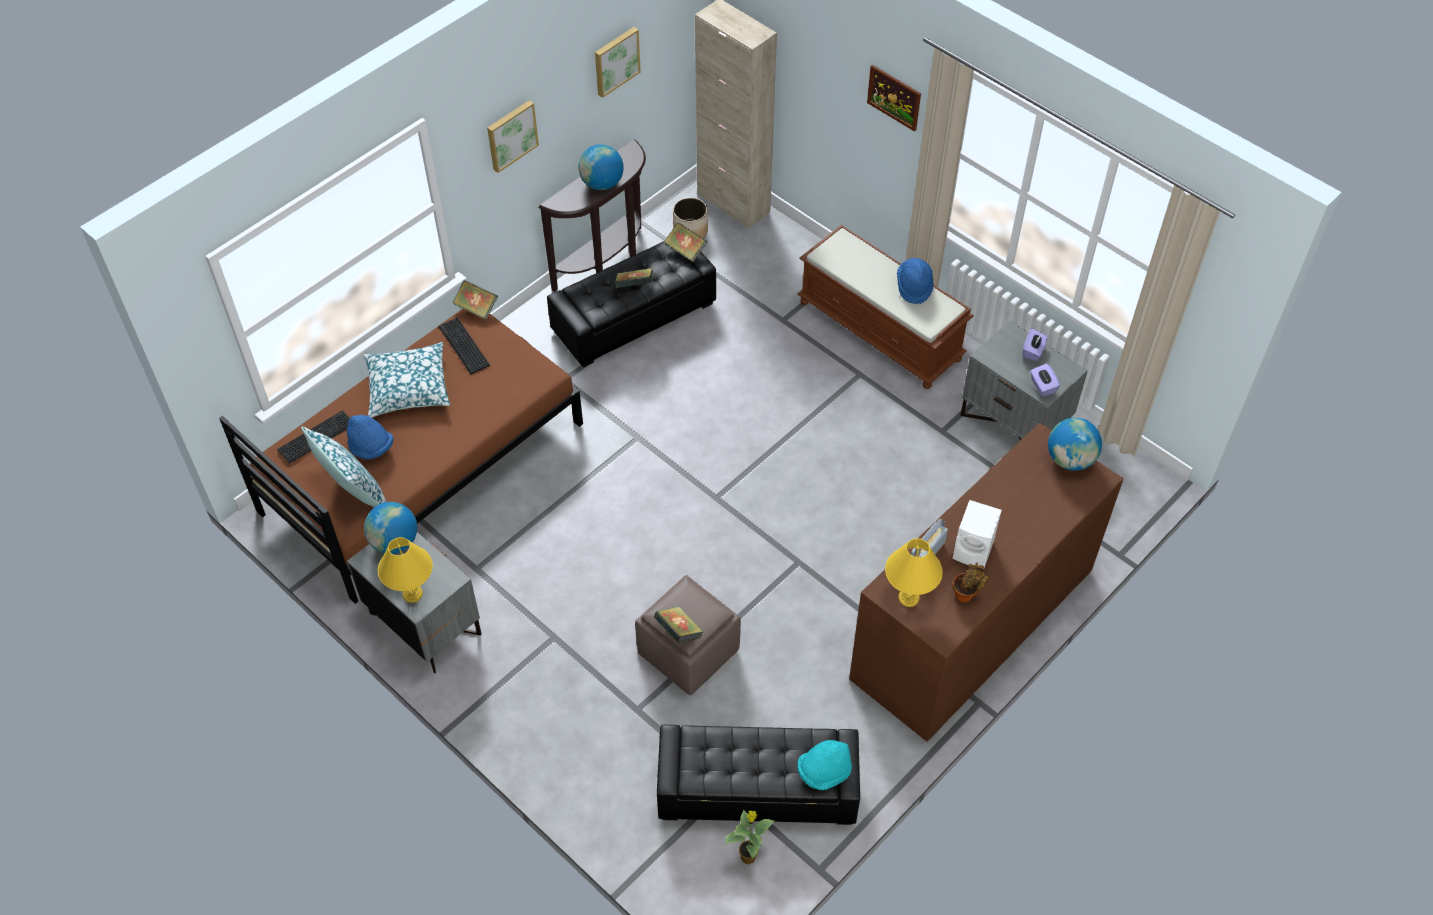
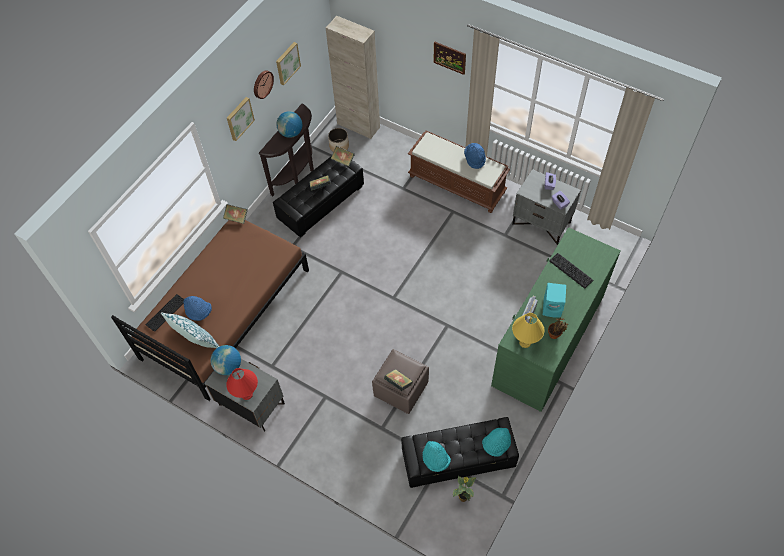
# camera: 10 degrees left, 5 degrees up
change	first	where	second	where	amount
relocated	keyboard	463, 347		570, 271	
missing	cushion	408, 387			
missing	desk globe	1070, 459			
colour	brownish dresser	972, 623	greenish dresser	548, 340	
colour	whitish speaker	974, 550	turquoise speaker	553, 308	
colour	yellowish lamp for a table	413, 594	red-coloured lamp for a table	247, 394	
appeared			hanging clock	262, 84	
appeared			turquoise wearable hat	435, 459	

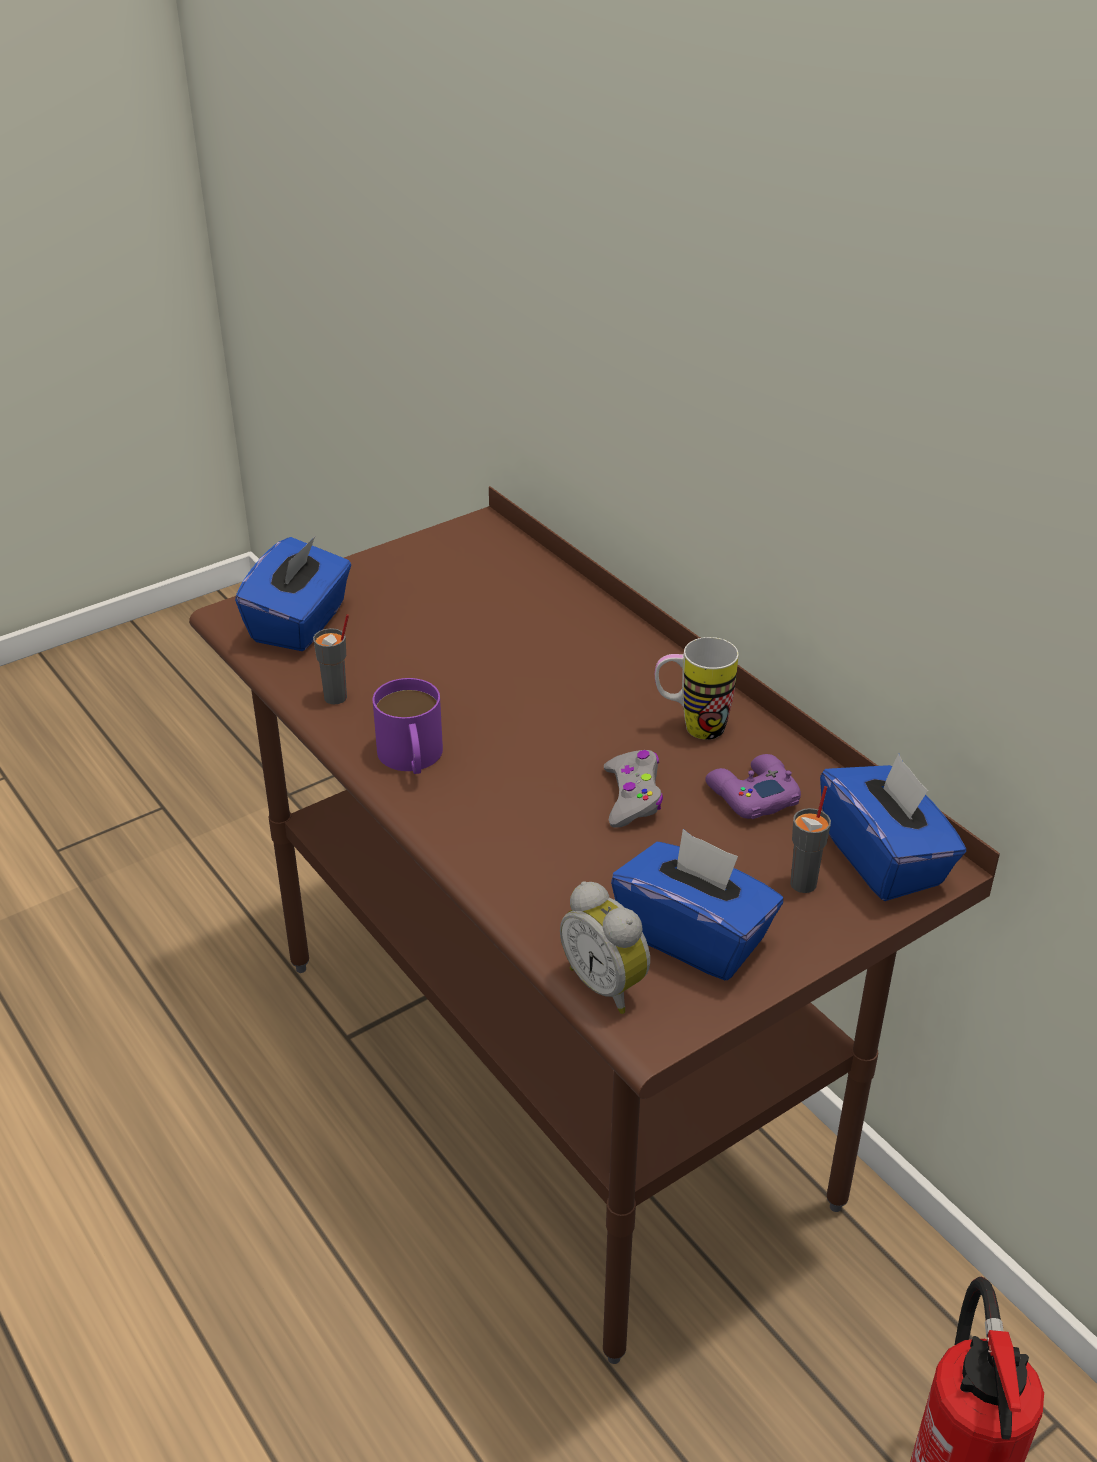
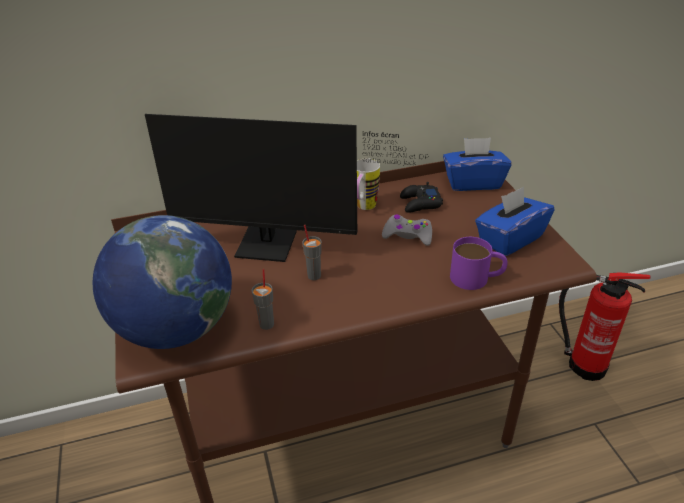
# camera: 70 degrees left, 0 degrees up
change	first	where	second	where	amount
exchanged	bluish tissue box	300, 623	desk globe	176, 328	
relocated	purple-coloured tea mug	411, 759		477, 278	
colour	purple-coloured gamepad	751, 795	black-coloured gamepad	420, 203	
relocated	greyish small cup	804, 883		314, 275	
missing	bedside clock	607, 984			
appeared			computer screen	275, 246	

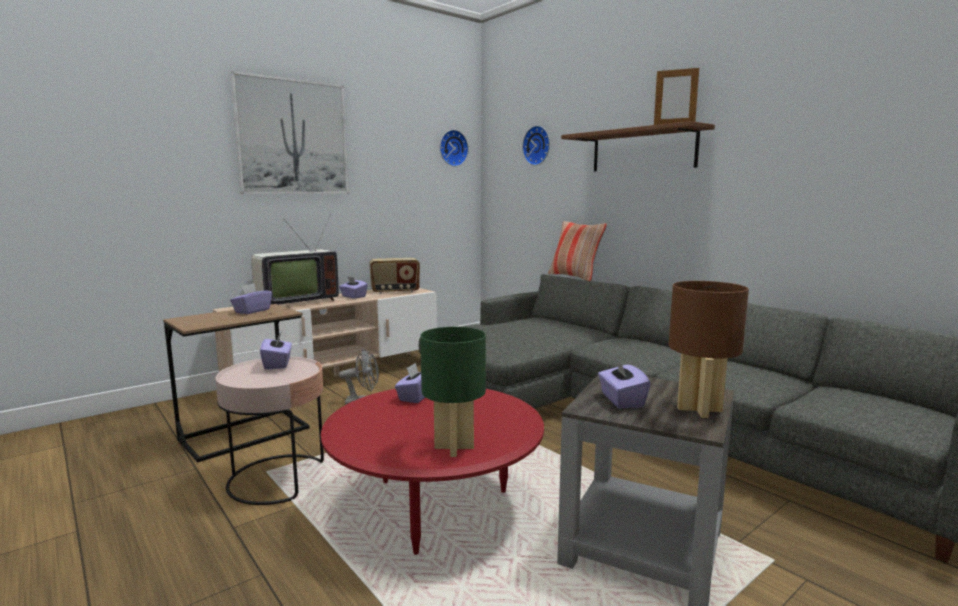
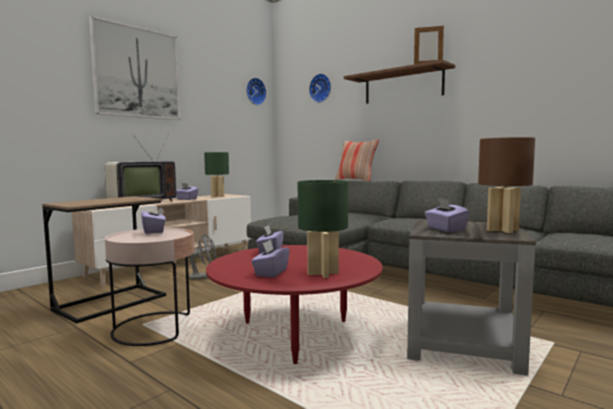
# camera: 10 degrees left, 5 degrees down
change	first	where	second	where	amount
exchanged	radio	395, 291	greenish lamp for a table	217, 196	
relocated	purple-coloured tissue box	252, 311		271, 272	

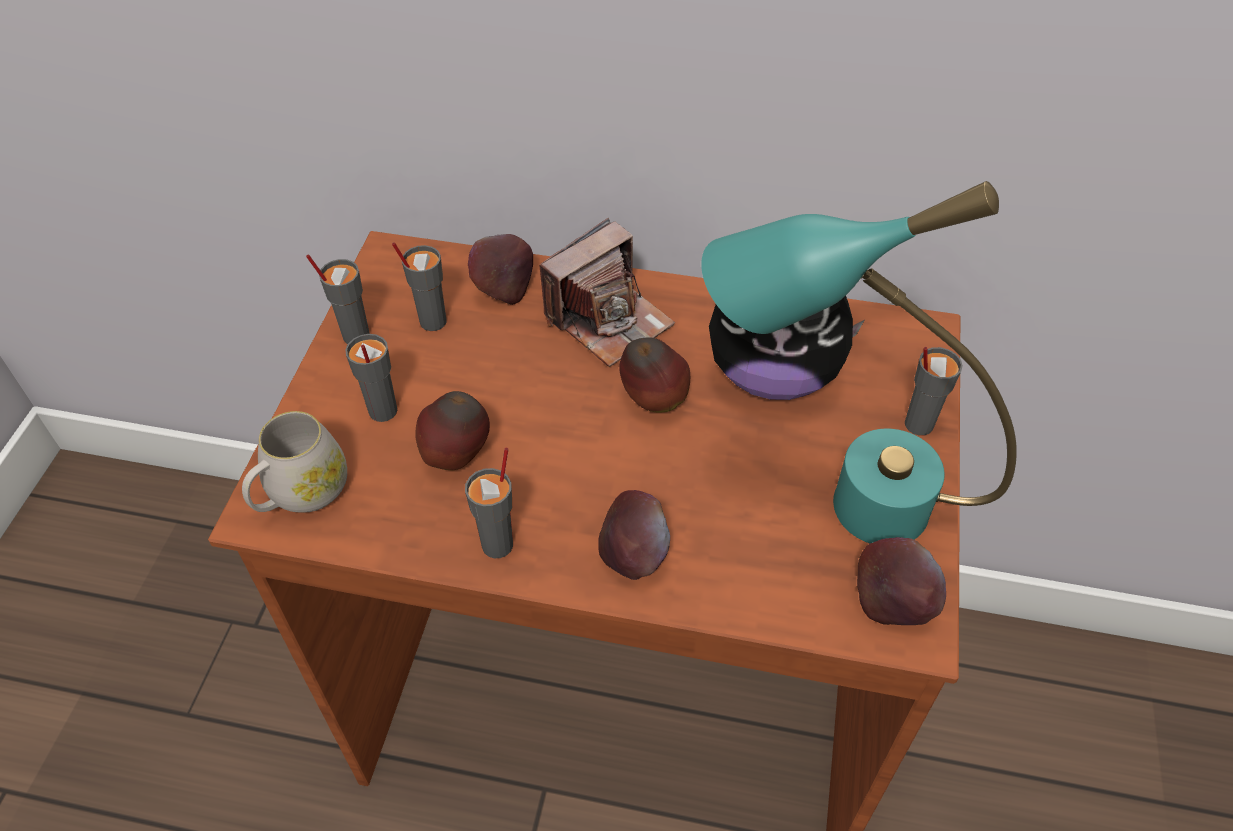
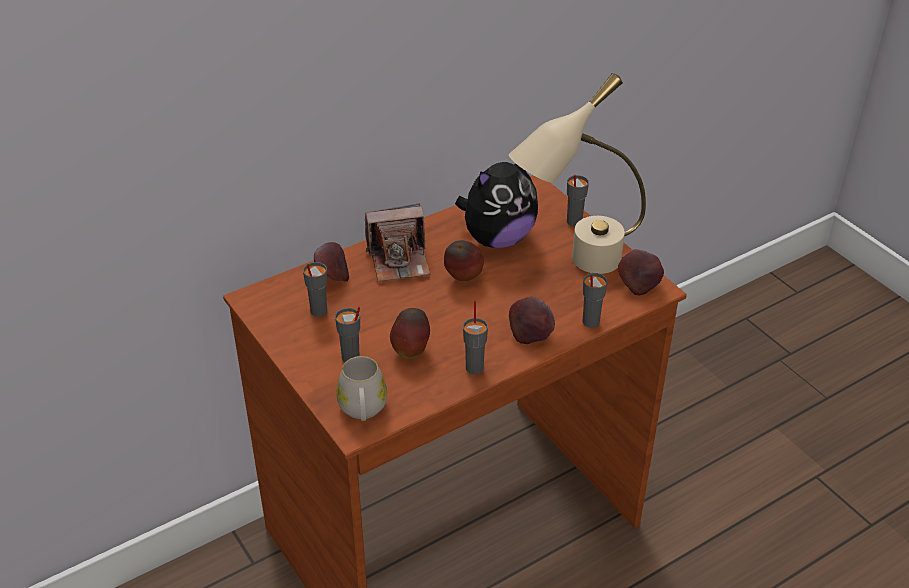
# camera: 45 degrees left, 10 degrees down
change	first	where	second	where	amount
colour	turquoise lamp for a table	833, 496	beige lamp for a table	576, 266	
spun	photo camera	608, 320		399, 260	75 degrees clockwise
relocated	greyish small cup	355, 335		590, 322	

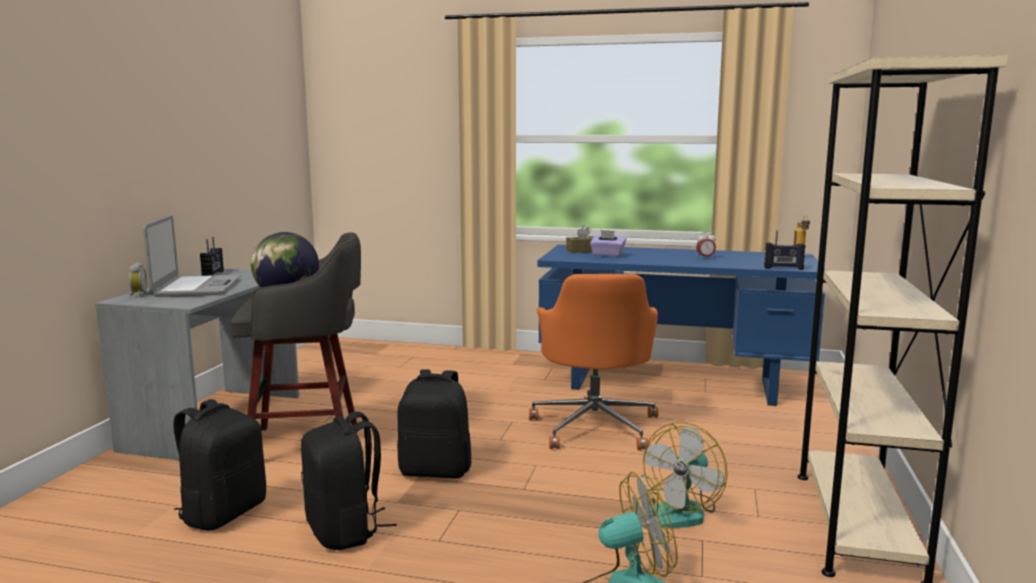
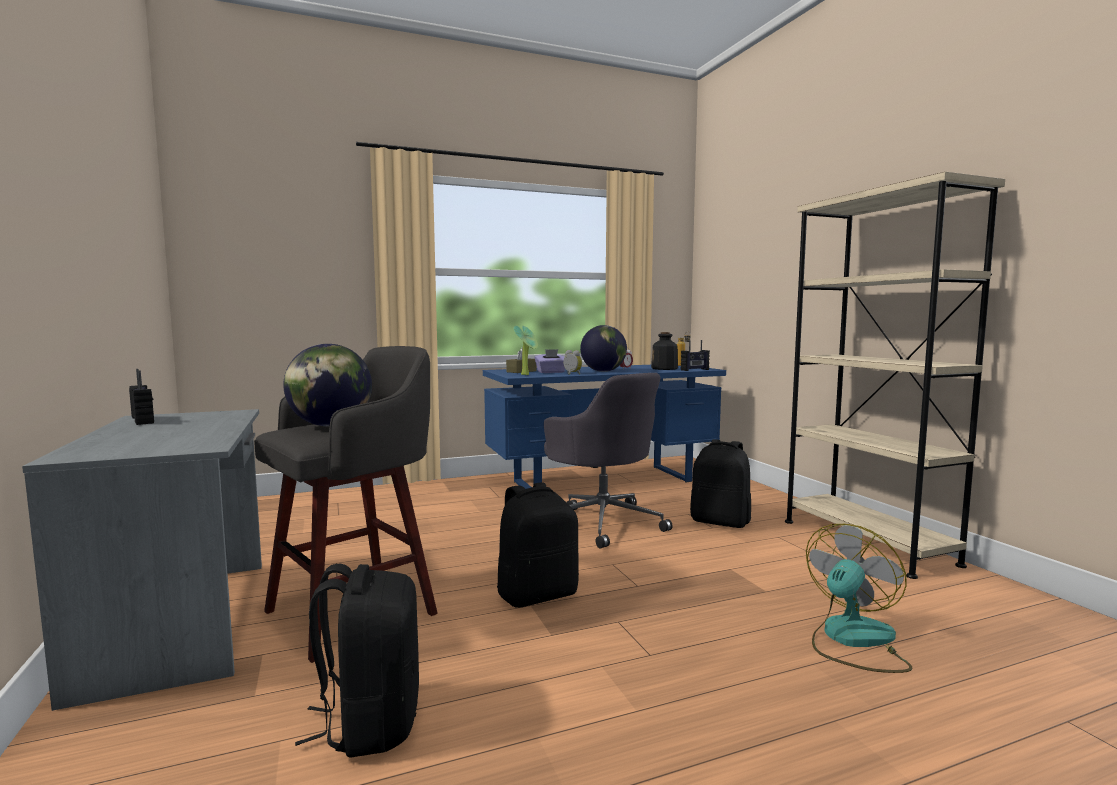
# camera: 35 degrees left, 5 degrees down
change	first	where	second	where	amount
missing	laptop	196, 287			
relocated	bedside clock	137, 295		571, 374	
colour	orange-coloured office chair	595, 426	greyish office chair	602, 522	
relocated	black-coloured rucksack	345, 531		720, 521	
missing	electric fan	680, 511			
appeared			desk globe	603, 371	
appeared			houseplant	527, 374	
appeared			beverage bottle	664, 368	

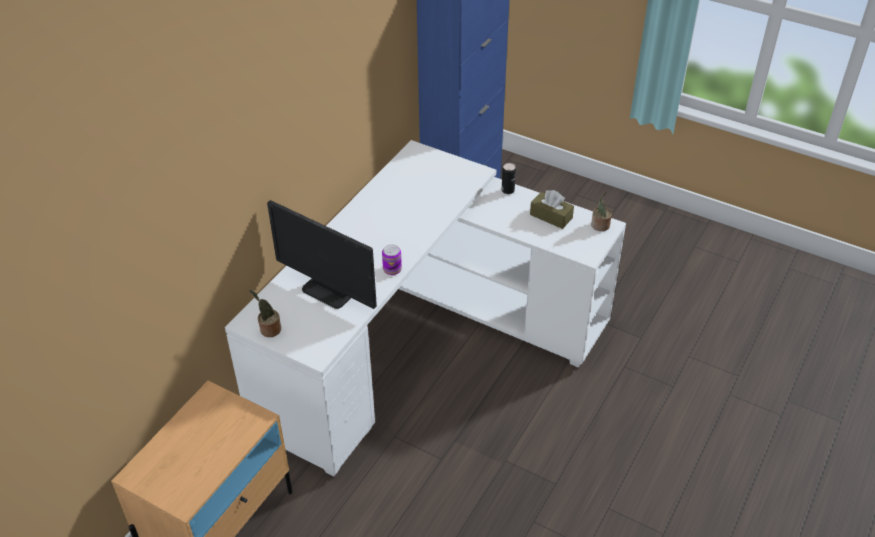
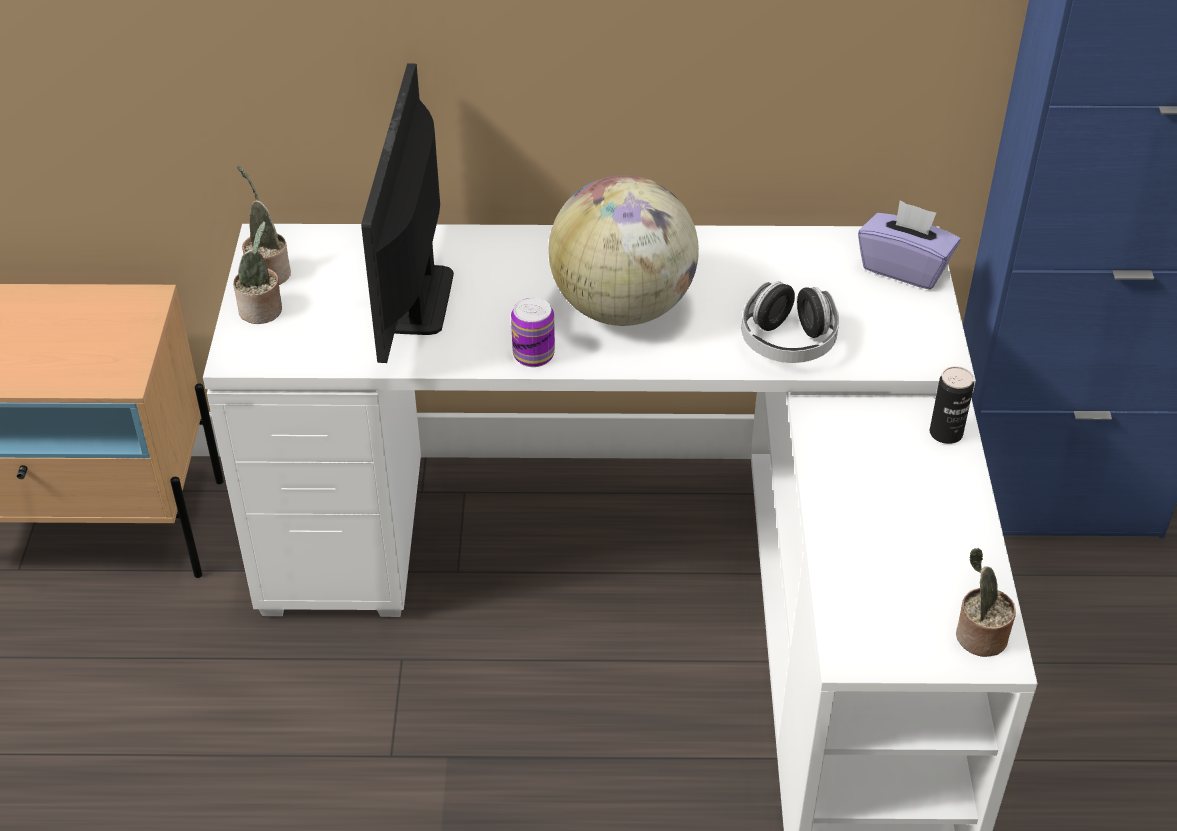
# camera: 60 degrees right, 0 degrees up
change	first	where	second	where	amount
missing	brownish tissue box	551, 216			
appeared			desk globe	622, 307	
appeared			purple-coloured tissue box	904, 268	
appeared			houseplant	263, 311	
appeared			pair of headphones	787, 343	

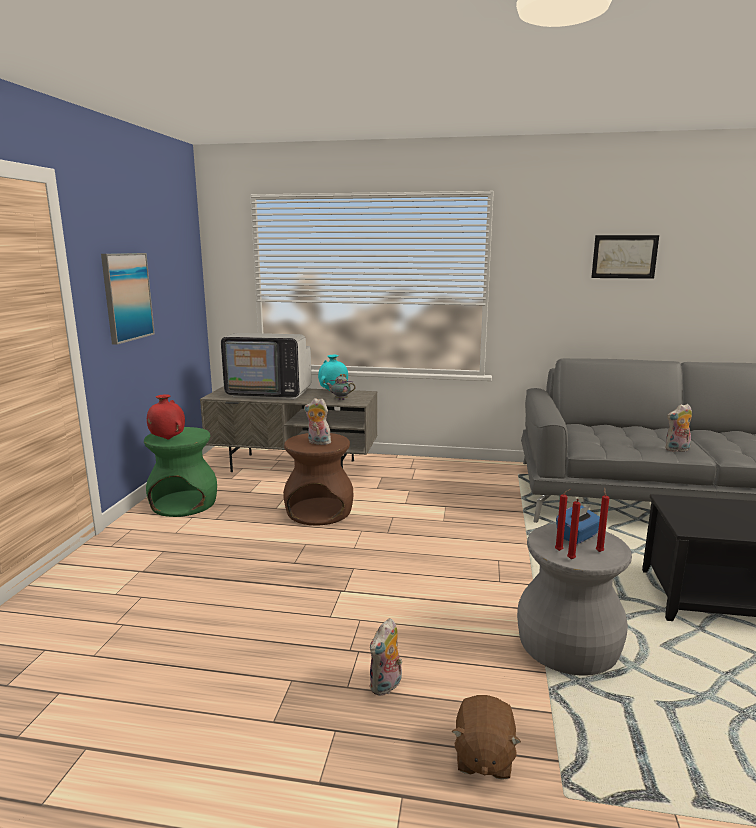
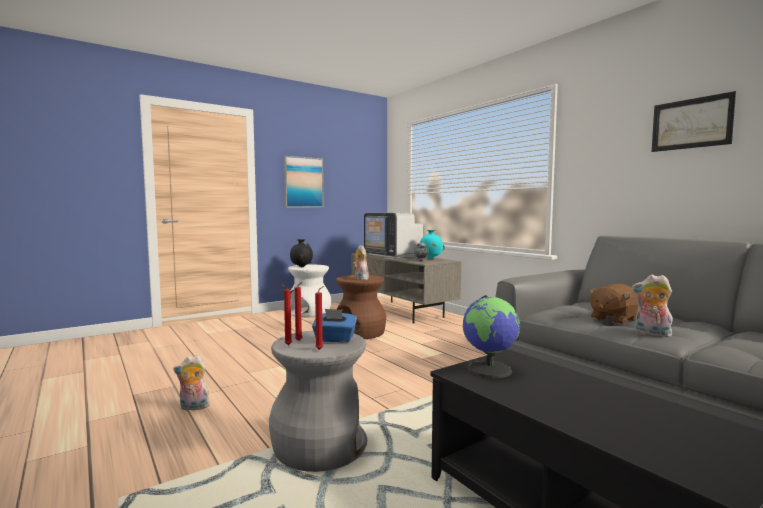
# camera: 45 degrees right, 10 degrees down
change	first	where	second	where	amount
colour	red-coloured vase	167, 439	black-coloured vase	301, 267	
colour	greenish sitting stool	184, 504	whitish sitting stool	310, 313	
relocated	brownish soft toy	483, 757		613, 319	
appeared			desk globe	490, 369	

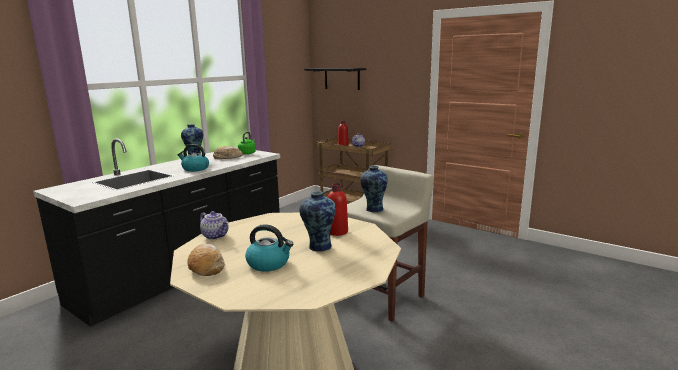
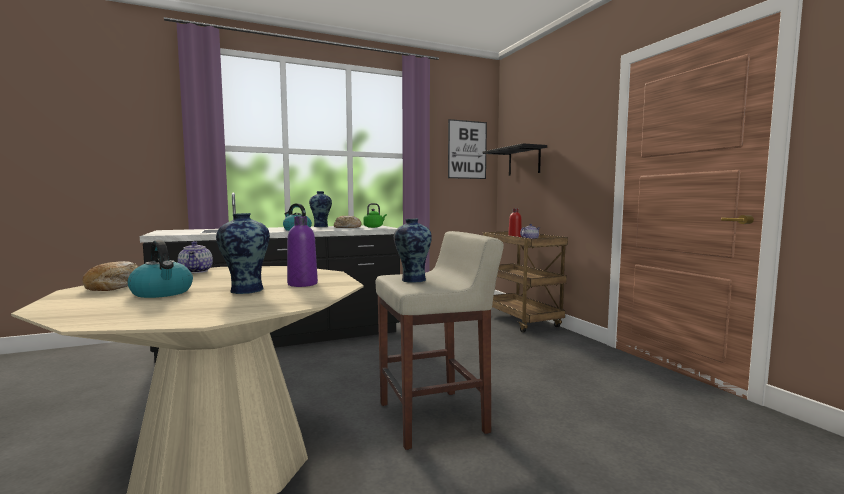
# camera: 30 degrees right, 10 degrees down
change	first	where	second	where	amount
colour	red-coloured beverage bottle	337, 232	purple-coloured beverage bottle	302, 284	
appeared			wall picture	467, 150	

